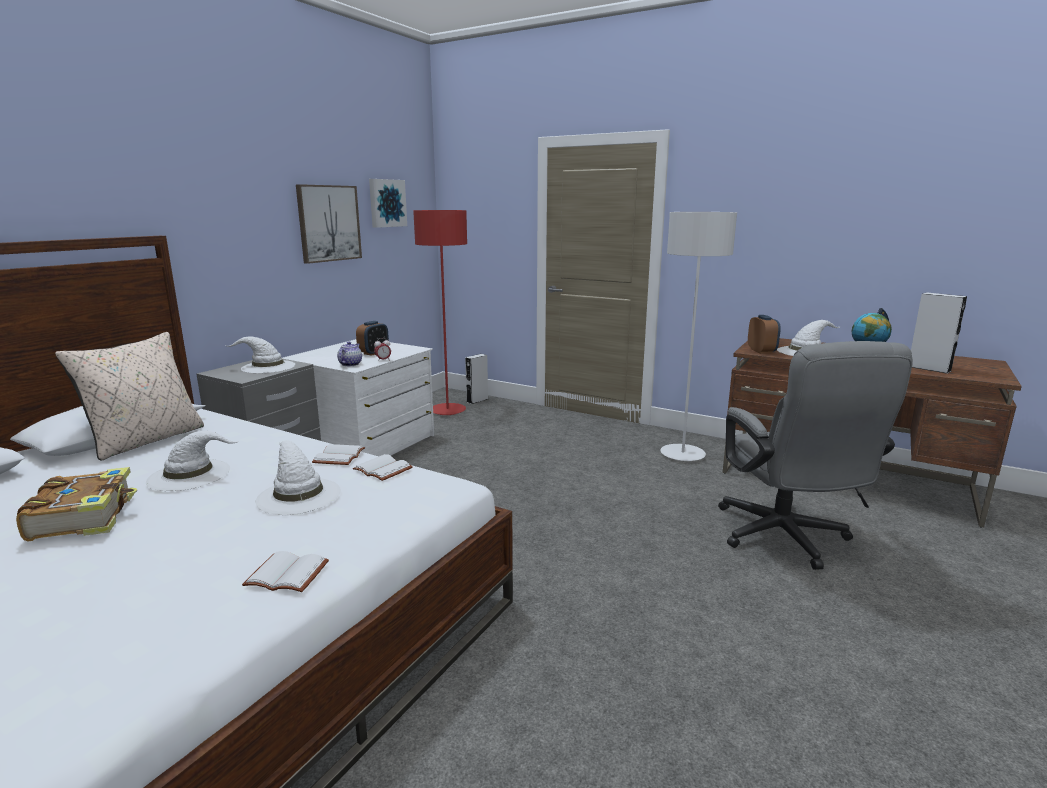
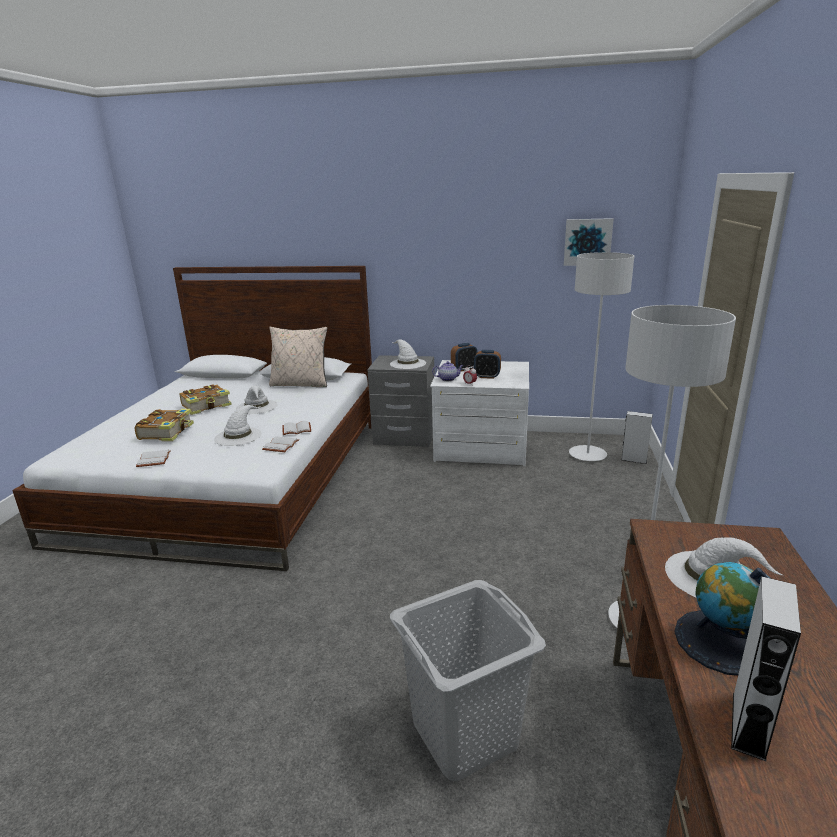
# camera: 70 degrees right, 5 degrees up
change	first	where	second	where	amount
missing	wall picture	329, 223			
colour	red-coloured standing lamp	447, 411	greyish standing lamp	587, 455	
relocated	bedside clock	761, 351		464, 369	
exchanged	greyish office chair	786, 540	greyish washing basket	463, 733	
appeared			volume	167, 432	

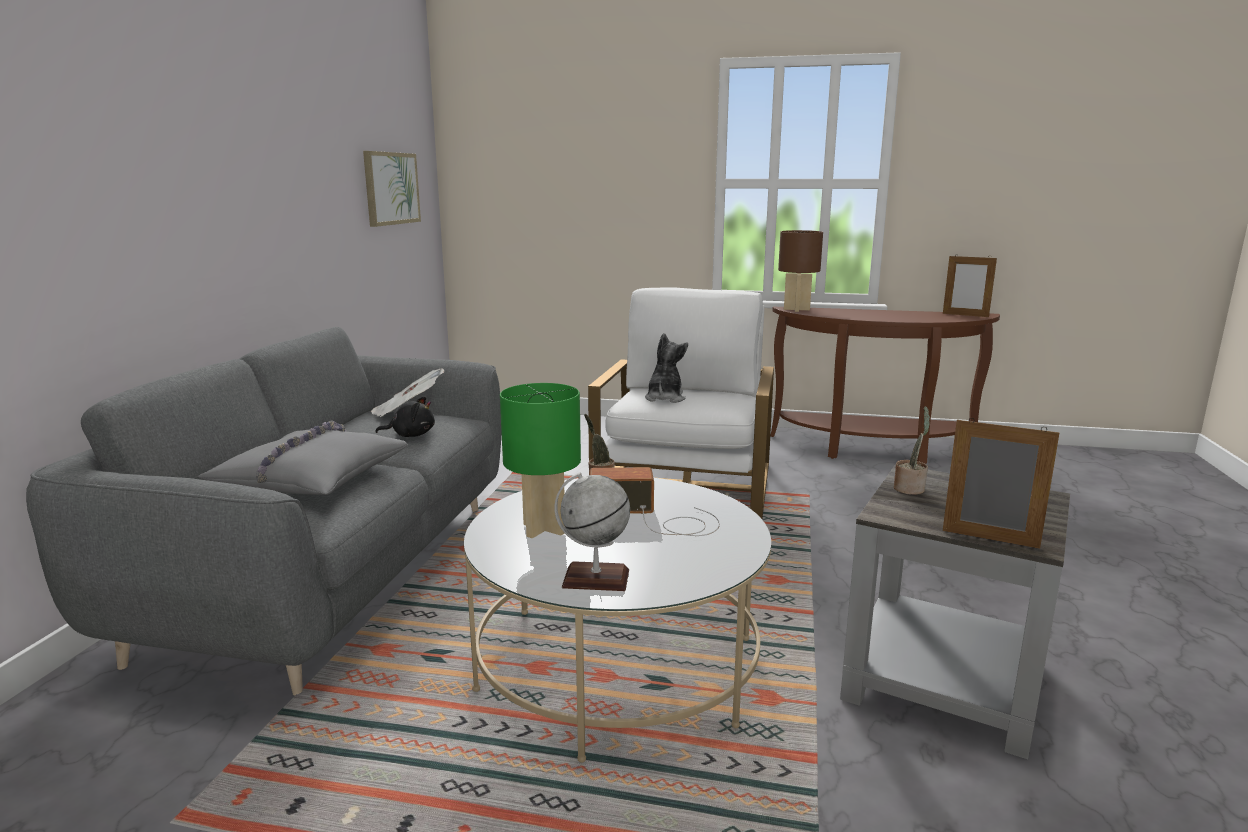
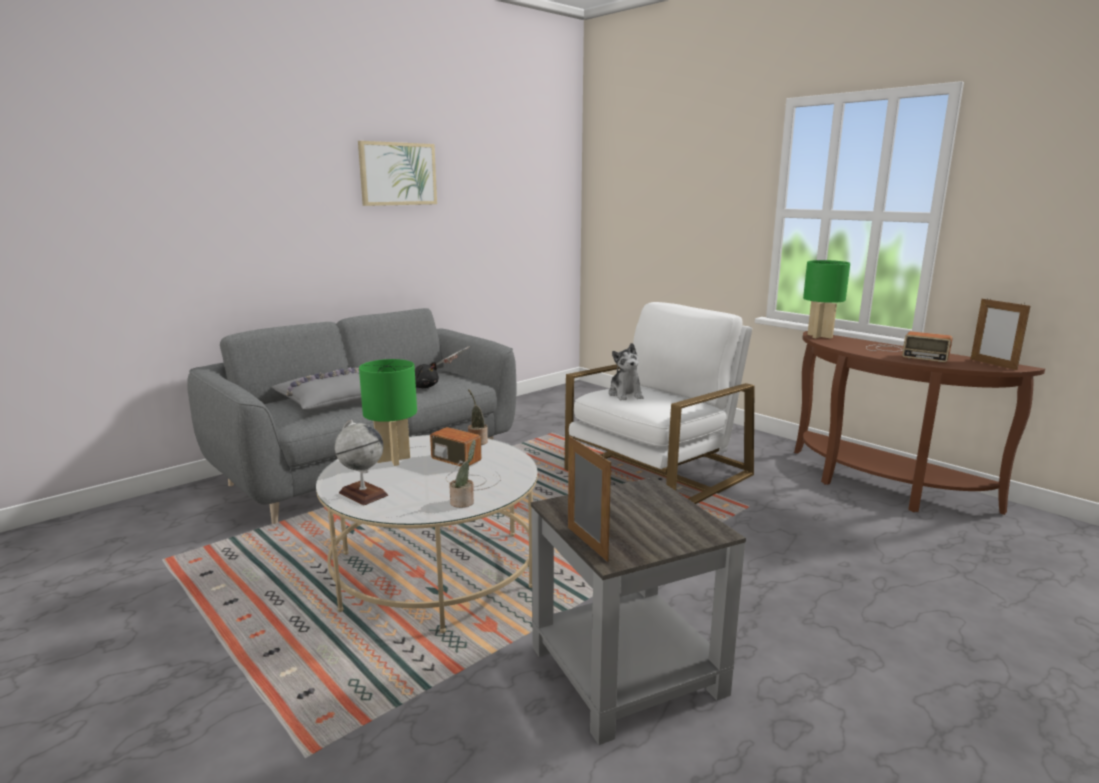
# camera: 35 degrees right, 0 degrees up
change	first	where	second	where	amount
relocated	wall picture	391, 188		398, 174	
colour	brownish lamp for a table	796, 309	greenish lamp for a table	819, 336	
spun	soft toy	665, 398		625, 394	120 degrees clockwise
relocated	houseplant	910, 488		464, 502	
appeared			radio	904, 353	

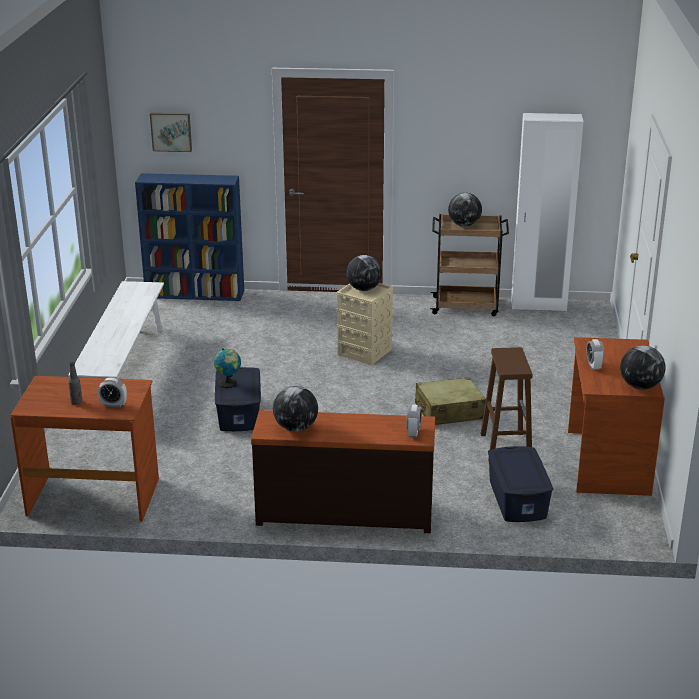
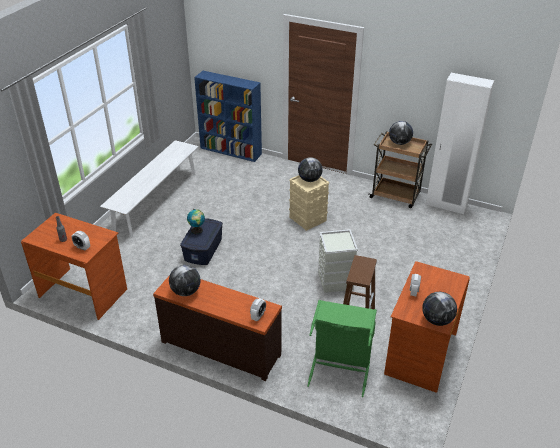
# camera: 20 degrees right, 10 degrees up
change	first	where	second	where	amount
missing	wall picture	171, 131			
exchanged	beige suitcase	449, 412	greyish storage container	335, 281	
exchanged	bluish storage container	518, 499	greenish washing basket	340, 368	

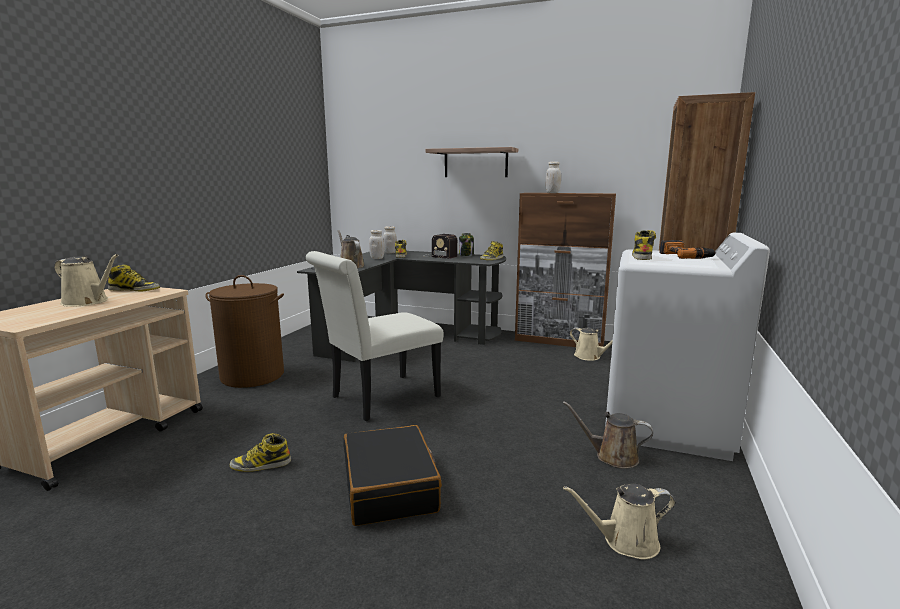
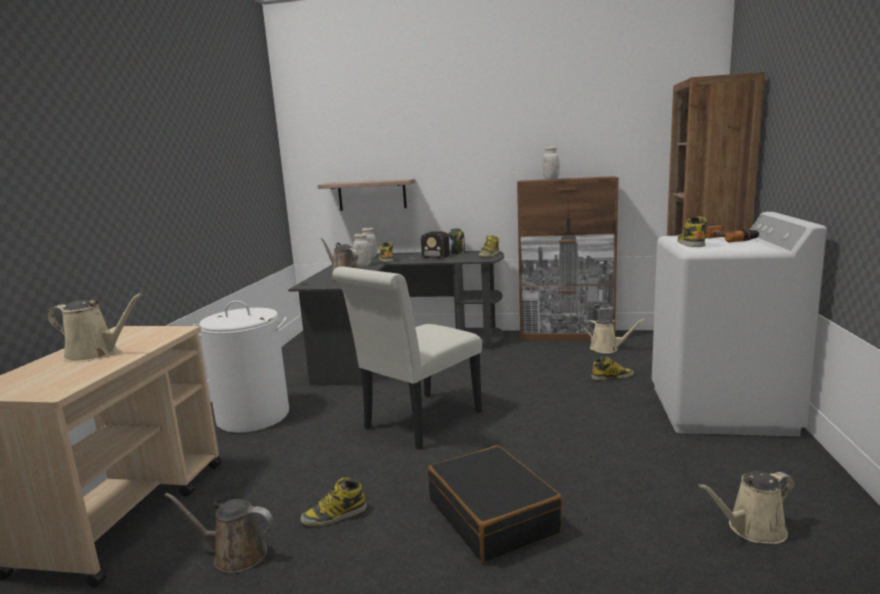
# camera: 10 degrees left, 0 degrees up
change	first	where	second	where	amount
relocated	bracket shelf	475, 163		372, 195	
relocated	tall boot	135, 290		612, 377	
colour	brownish washing basket	253, 375	whitish washing basket	253, 416	
relocated	brownish watering pot	612, 456		235, 555	

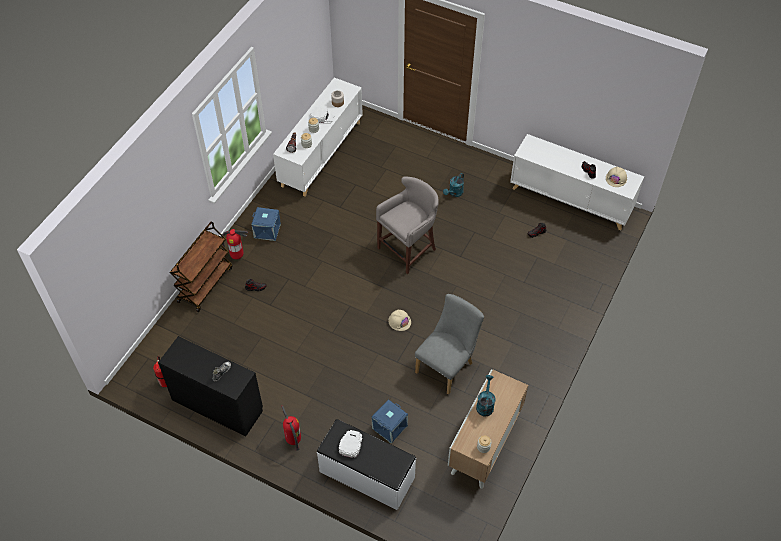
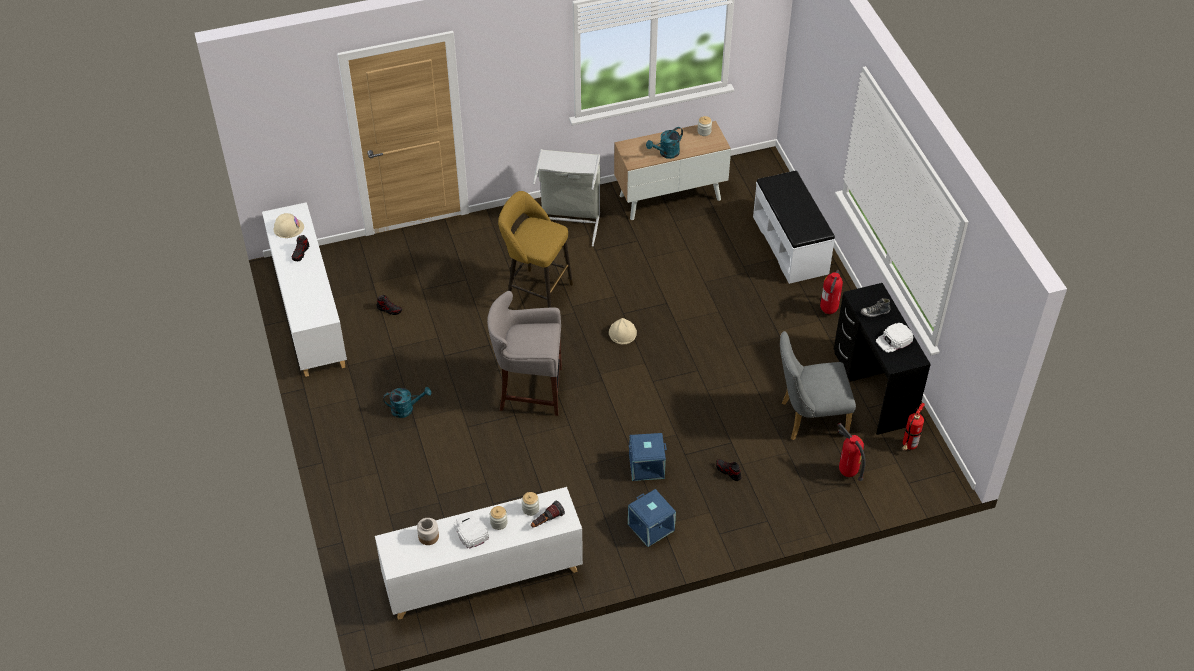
# camera: 135 degrees left, 5 degrees down
change	first	where	second	where	amount
missing	brownish cart	205, 284			
relocated	fire-fighting cylinder	237, 256		847, 473	
relocated	greyish chair	447, 365		808, 419	
relocated	bluish storage container	390, 427		646, 466	
relocated	whitish cap	350, 444		894, 340	
appeared			greyish washing basket	569, 221	
appeared			yellowish sitting stool	536, 292	

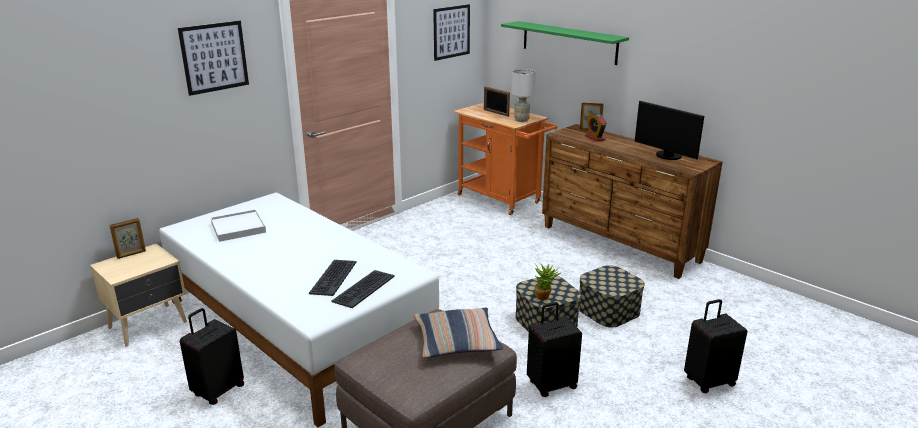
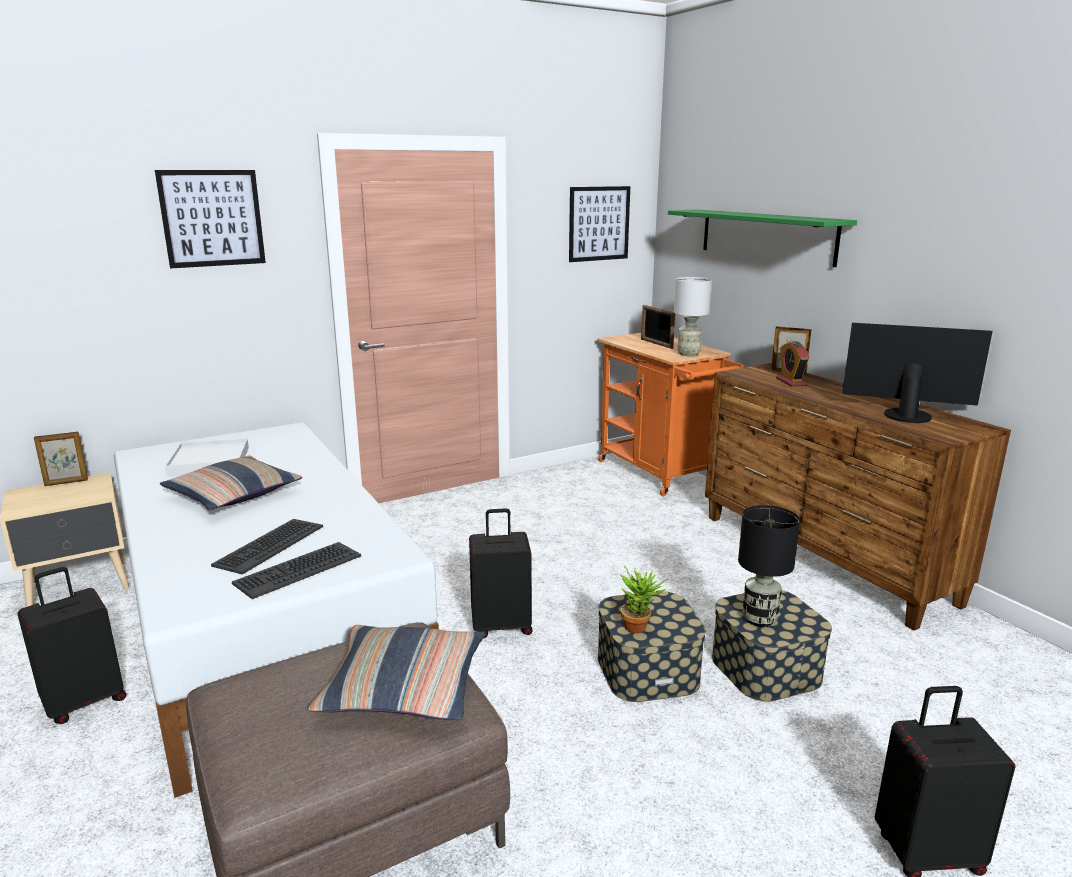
# camera: 15 degrees right, 5 degrees down
change	first	where	second	where	amount
spun	computer screen	667, 156		906, 414	135 degrees clockwise
relocated	black-coloured suitcase	551, 384		502, 625	
appeared			cushion	233, 494	
appeared			black-coloured lamp for a table	760, 619	

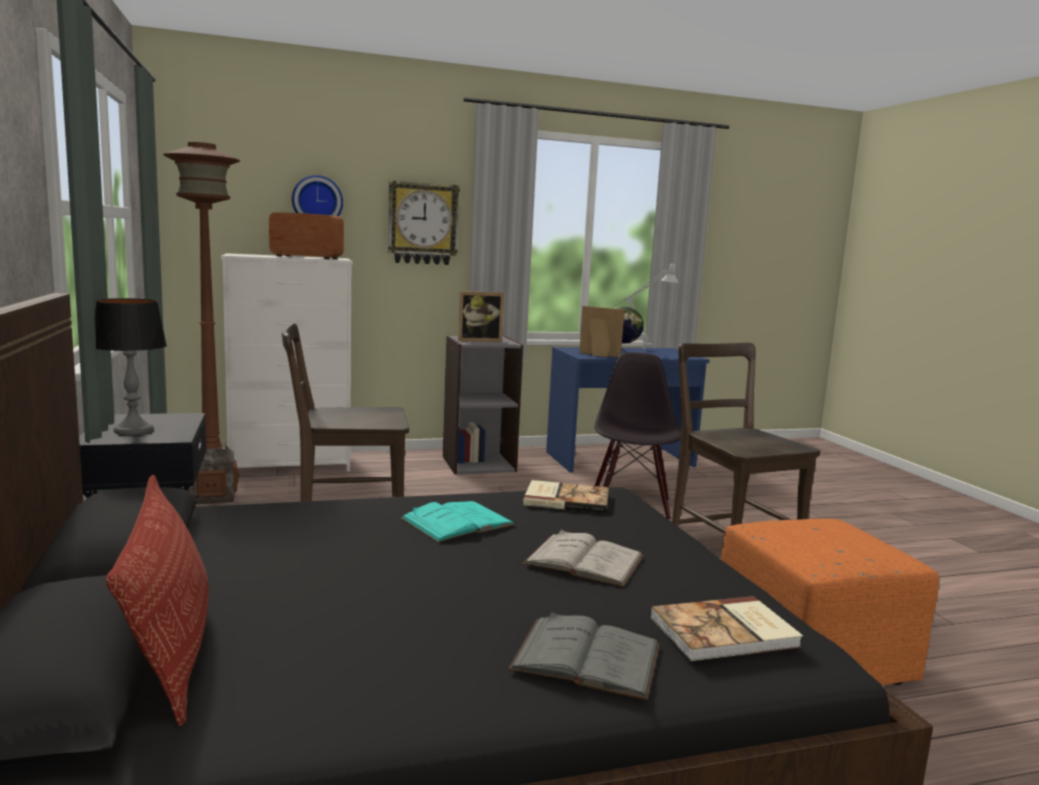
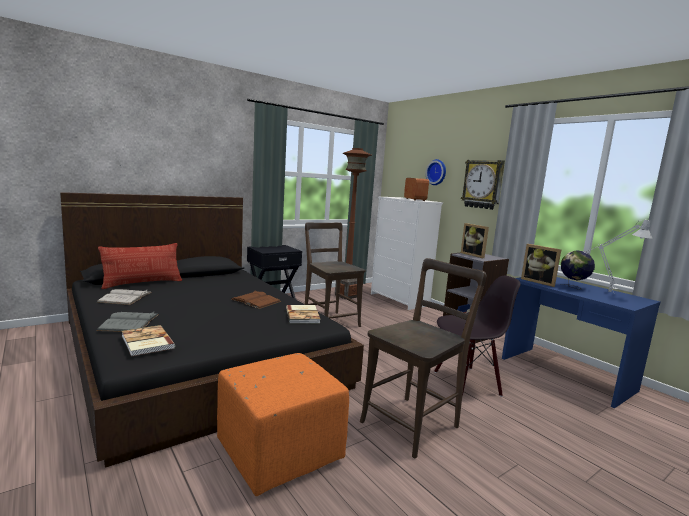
# camera: 70 degrees right, 0 degrees up
change	first	where	second	where	amount
missing	lamp for a table	134, 431			
spun	standing frame	598, 355		539, 282	135 degrees clockwise
colour	turquoise volume	457, 522	brownish volume	255, 300	
relocated	whitish volume	584, 560		125, 297	

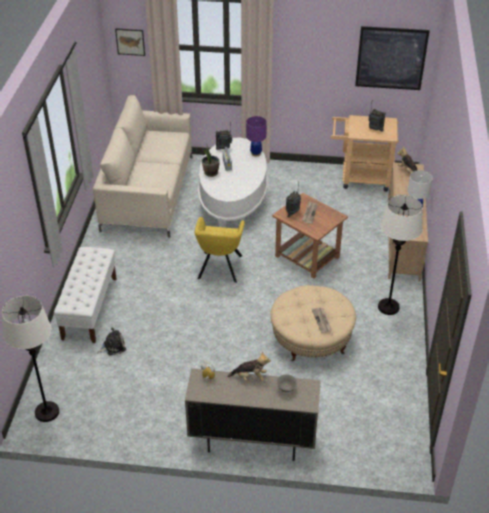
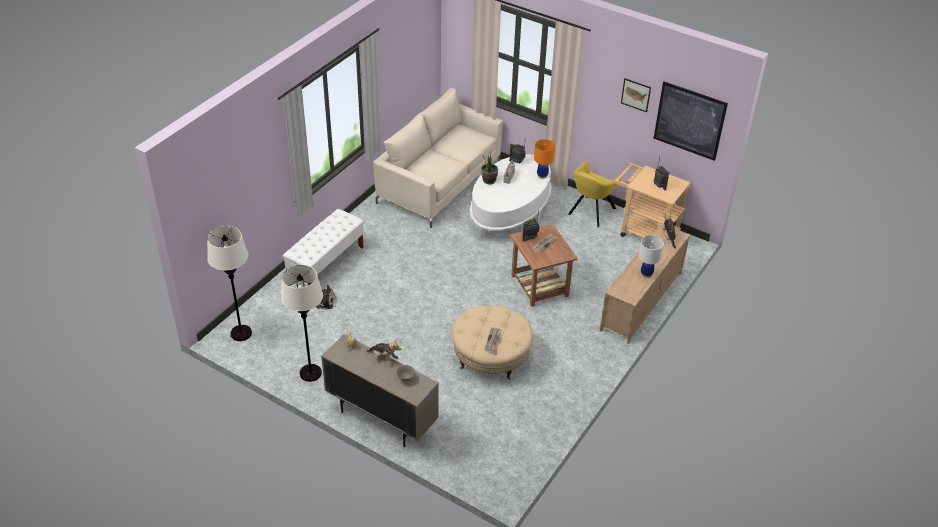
# camera: 25 degrees right, 0 degrees up
change	first	where	second	where	amount
relocated	wall picture	130, 41		636, 95	
colour	purple-coloured lamp for a table	256, 153	orange-coloured lamp for a table	542, 175	
relocated	whitish standing lamp	388, 307		310, 373	
relocated	yellowish lounge chair	219, 268		591, 212	

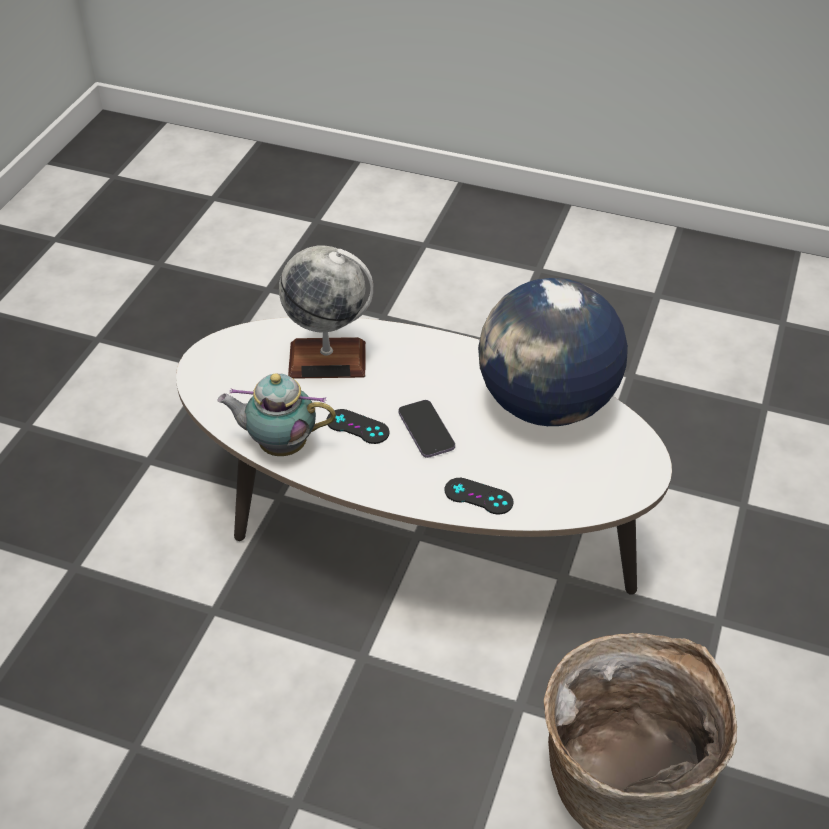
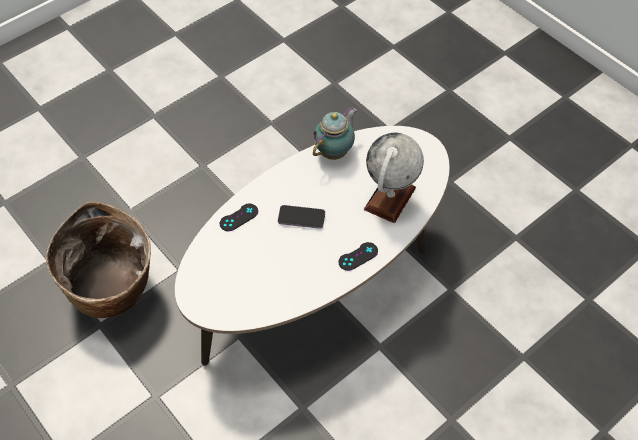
# camera: 120 degrees right, 10 degrees up
change	first	where	second	where	amount
missing	desk globe	545, 404			
relocated	black-coloured gamepad	357, 427		358, 256	

